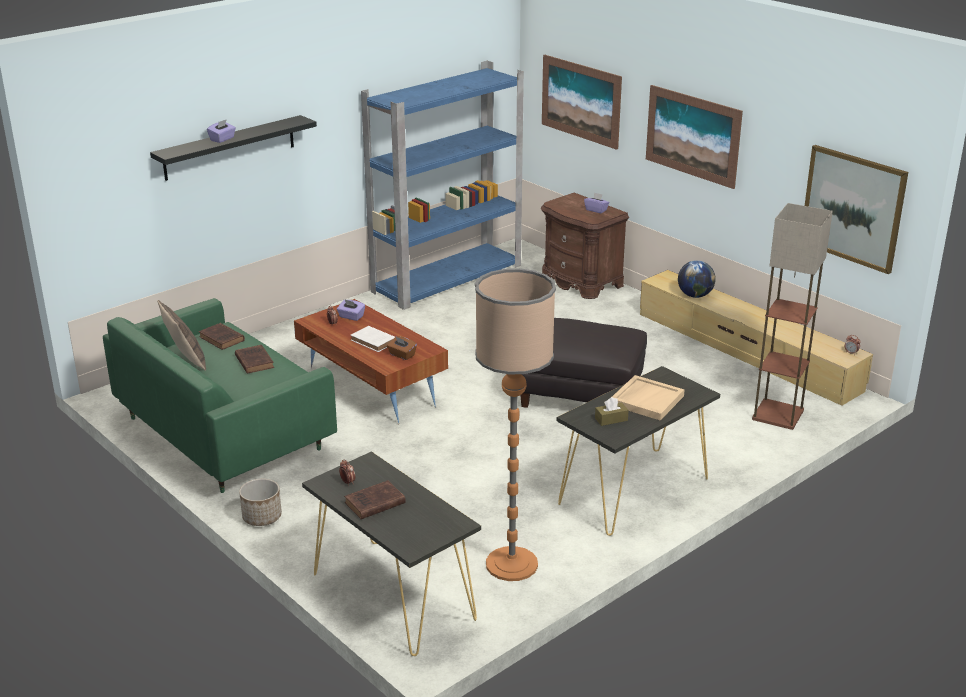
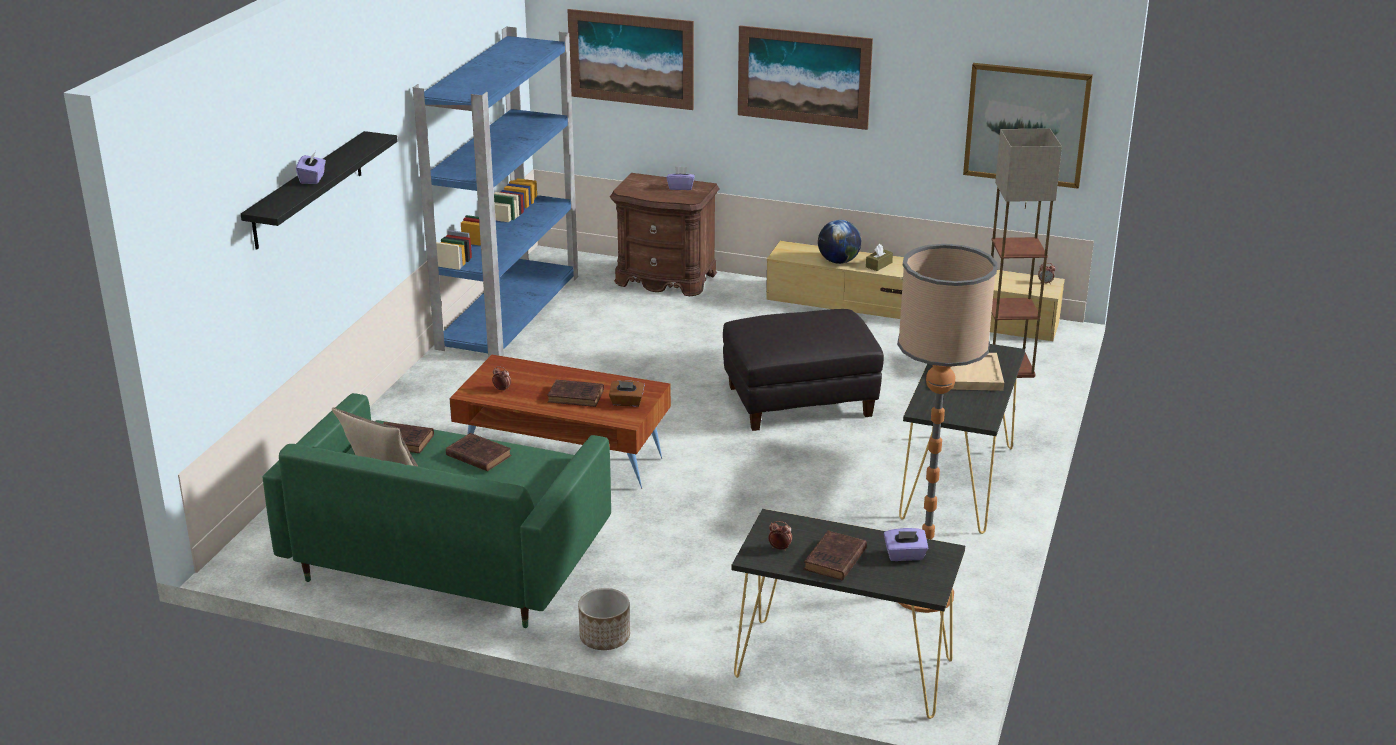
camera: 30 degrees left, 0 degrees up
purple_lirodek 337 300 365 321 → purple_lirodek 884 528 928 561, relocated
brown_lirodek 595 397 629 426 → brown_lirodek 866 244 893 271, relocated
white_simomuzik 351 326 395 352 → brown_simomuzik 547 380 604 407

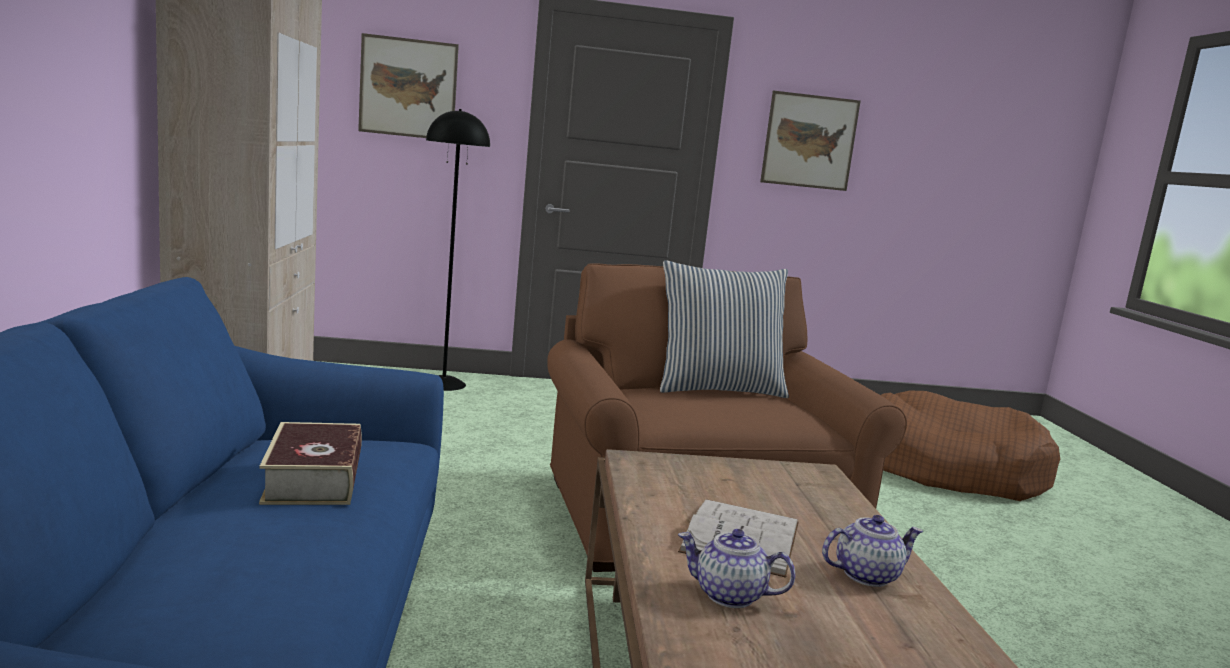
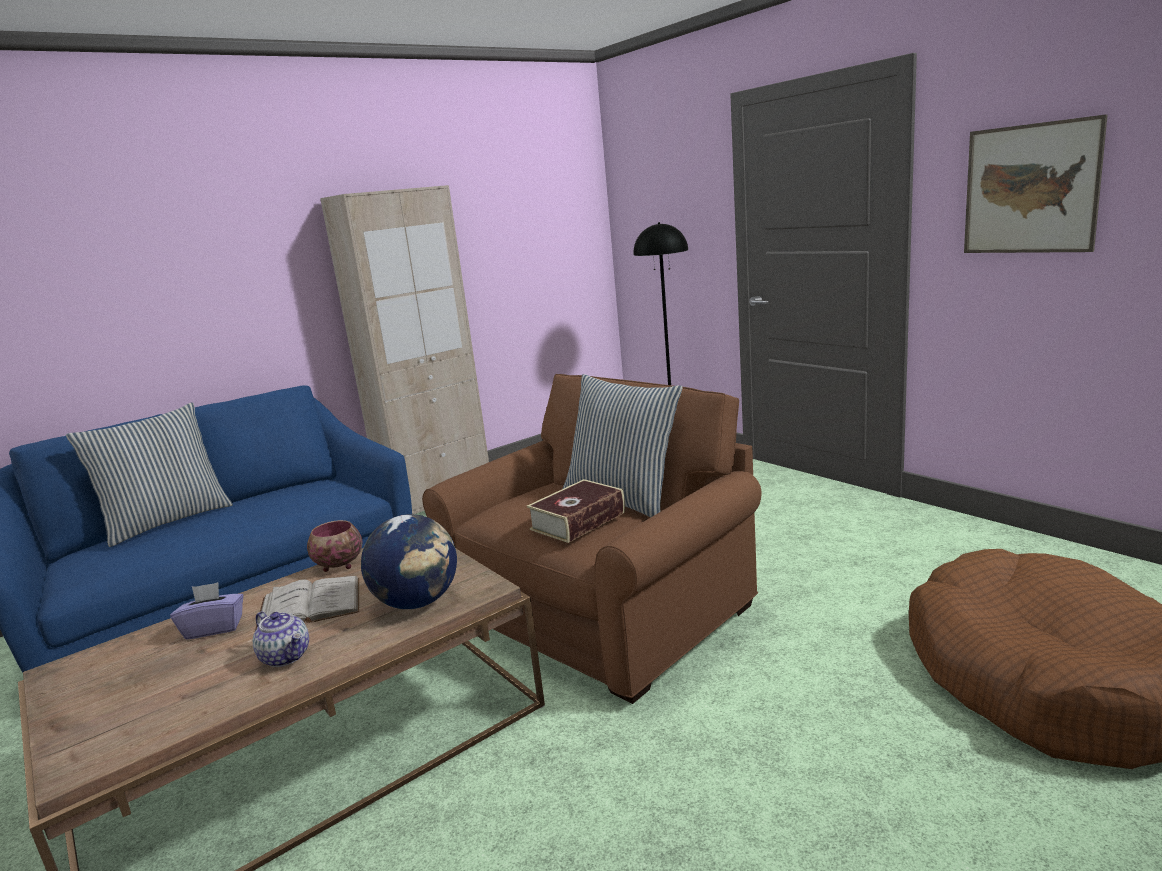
camera: 60 degrees right, 5 degrees up
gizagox 358 33 459 138 → -
- → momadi 66 402 233 547
- → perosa 307 520 363 572
- → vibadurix 361 514 457 609
simomuzik 259 422 362 505 → simomuzik 527 479 625 543, relocated
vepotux 678 529 795 608 → purple_lirodek 170 582 244 640

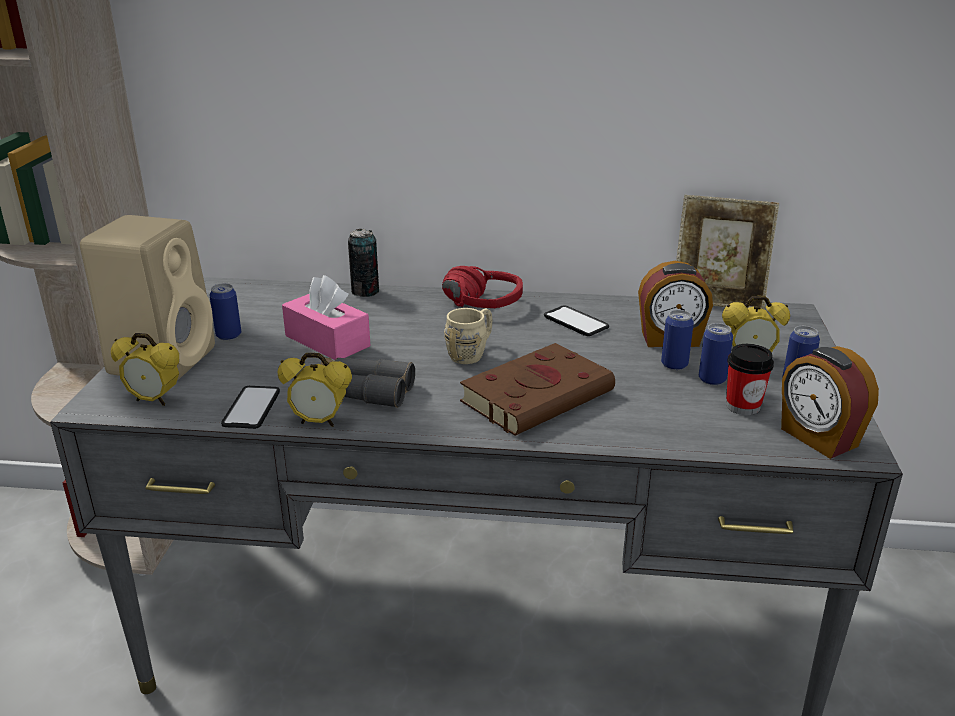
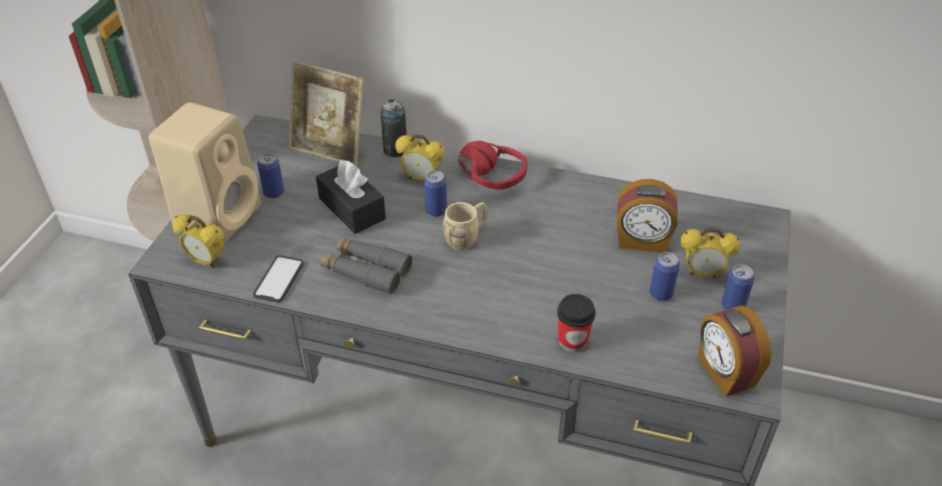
camera: 10 degrees right, 15 degrees up
brown_simomuzik 460 343 615 436 → -
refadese 544 306 609 336 → -
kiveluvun 278 353 352 427 → kiveluvun 395 134 445 181, relocated
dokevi 661 310 694 370 → dokevi 424 171 447 217, relocated
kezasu 676 195 779 309 → kezasu 289 61 364 166, relocated
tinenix 726 344 774 415 → tinenix 557 294 596 352, relocated
pink_lirodek 282 275 370 360 → black_lirodek 316 160 386 234

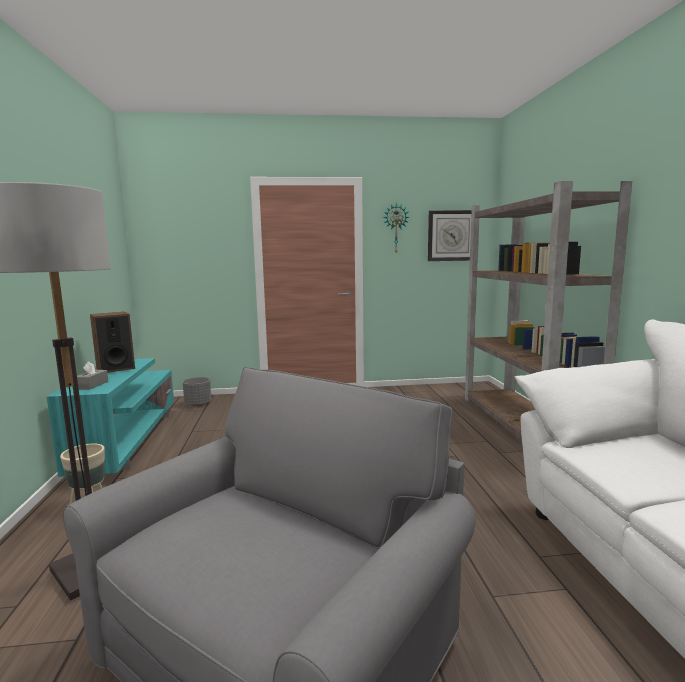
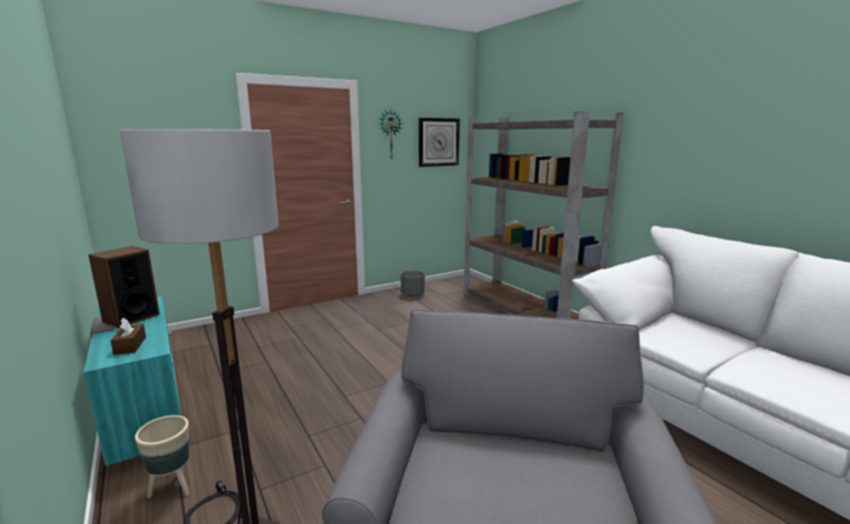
camera: 25 degrees left, 5 degrees up
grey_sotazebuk 183 377 212 406 → grey_sotazebuk 401 270 425 297, relocated
grey_lirodek 77 361 109 390 → brown_lirodek 110 317 146 355

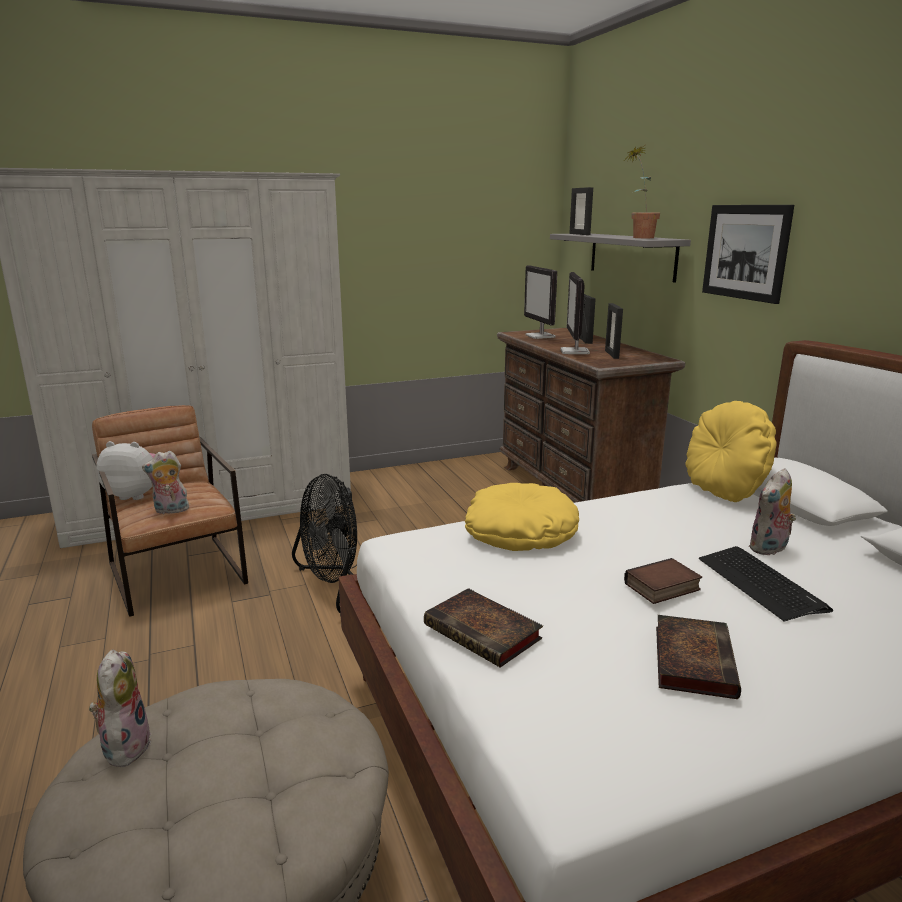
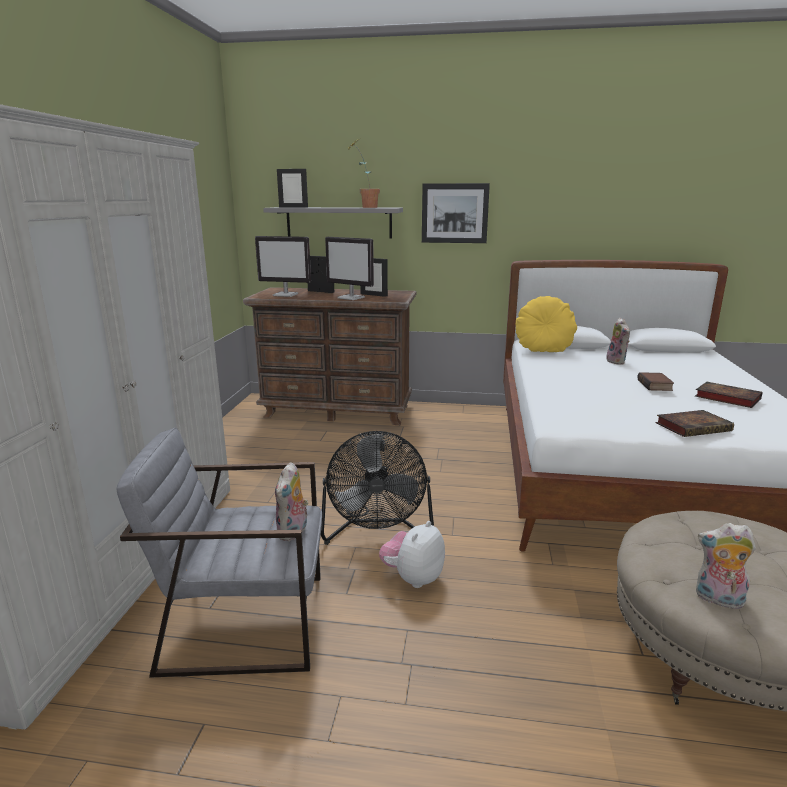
camera: 60 degrees left, 0 degrees up
yellow_momadi 465 483 579 551 → -
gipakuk 699 546 833 621 → -
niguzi 96 441 156 500 → niguzi 379 521 445 588, relocated
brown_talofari 92 405 248 617 → grey_talofari 116 428 322 678

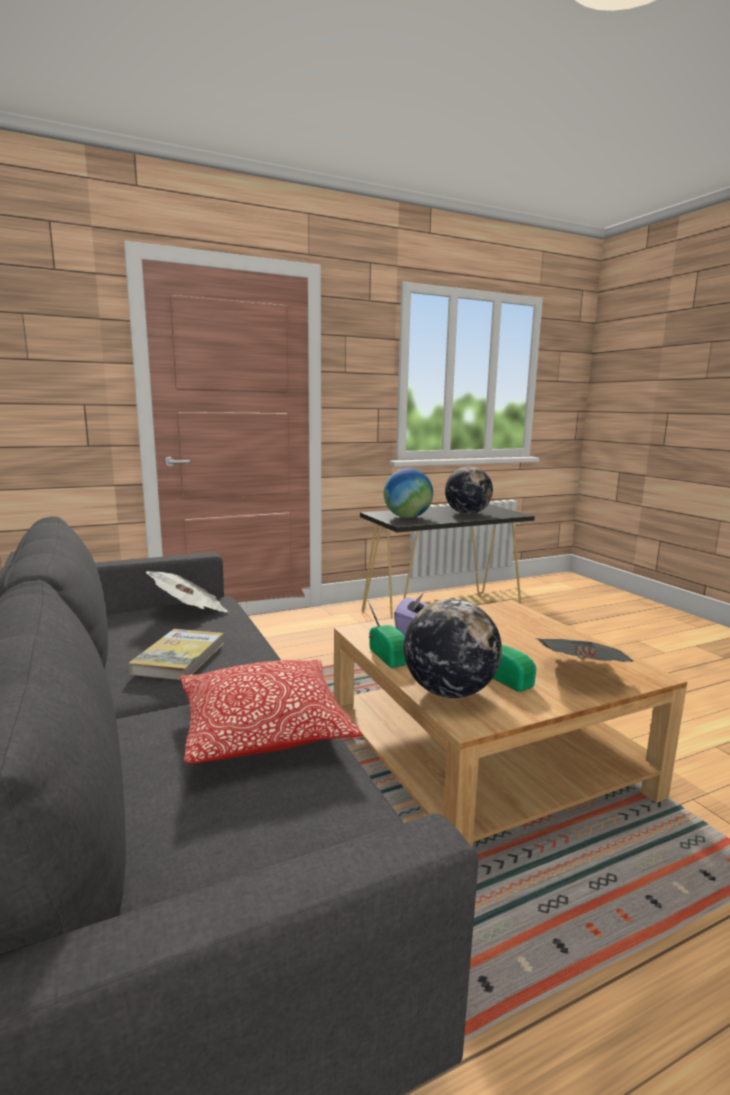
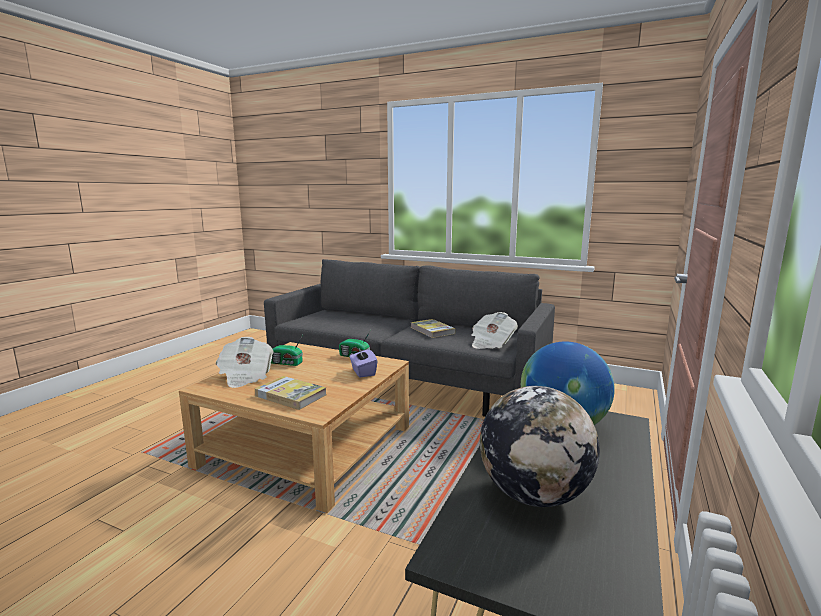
camera: 140 degrees right, 0 degrees up
momadi 180 659 363 764 → -
vibadurix 404 599 502 698 → -
- → simomuzik 255 376 326 410

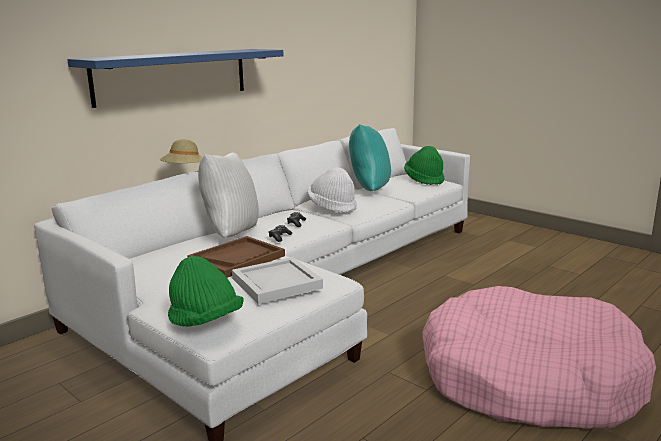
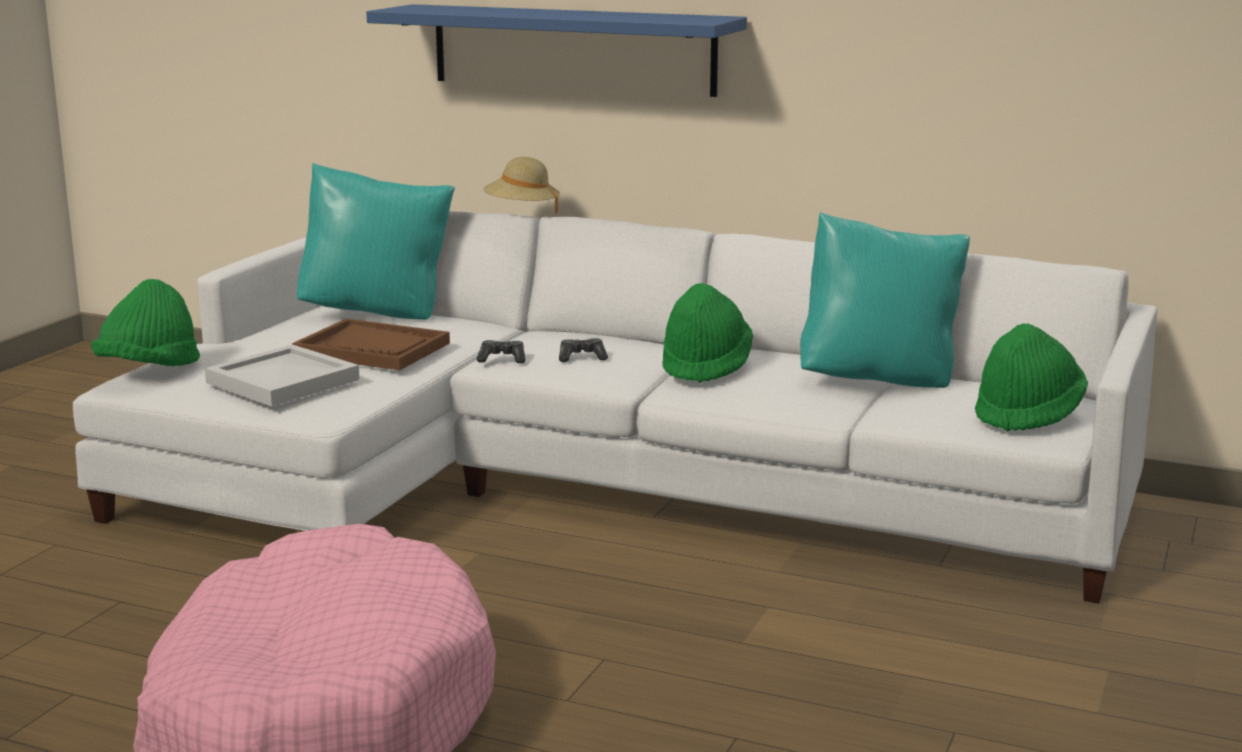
camera: 70 degrees right, 0 degrees up
white_momadi 198 153 259 238 → -
- → turquoise_momadi 297 163 455 320
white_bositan 307 167 357 212 → green_bositan 662 283 753 383

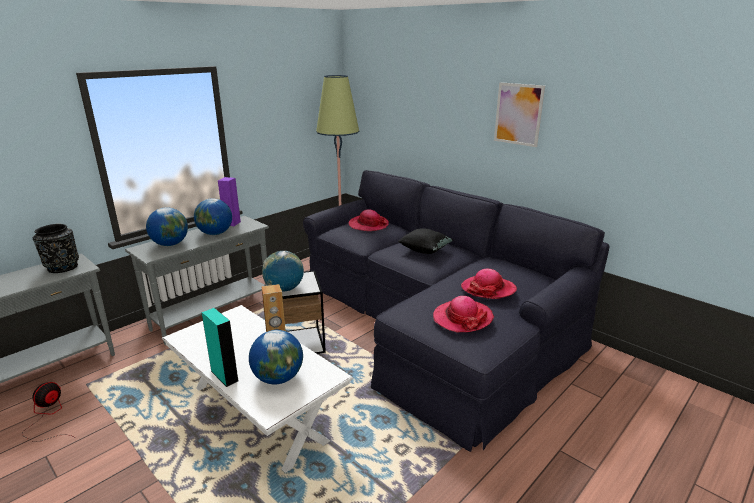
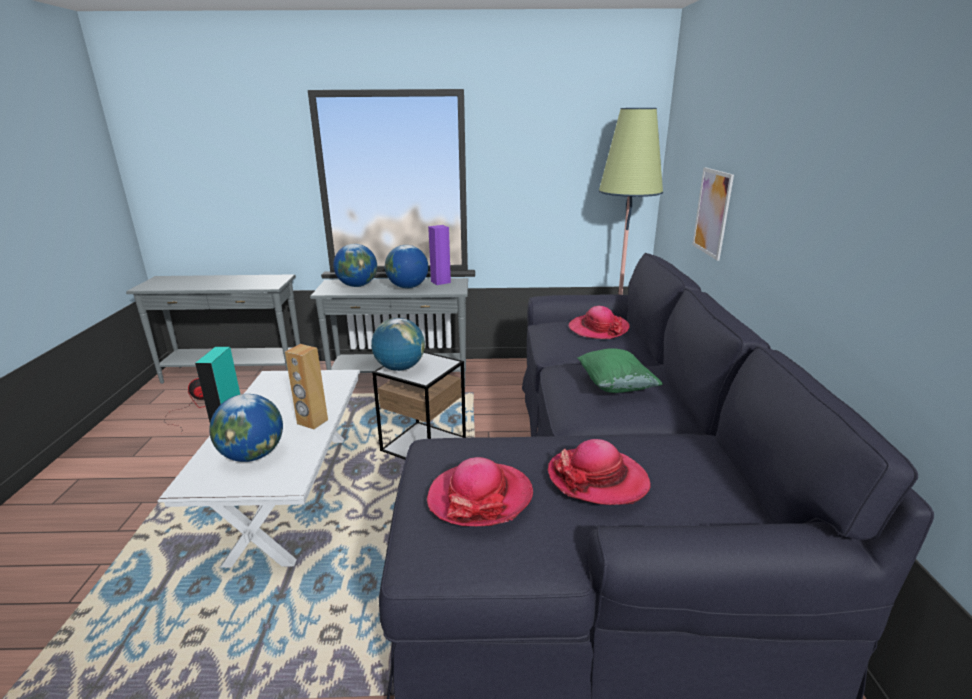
camera: 45 degrees right, 0 degrees up
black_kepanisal 33 224 79 273 → -
gizagox 494 82 545 147 → gizagox 692 167 734 261, relocated
black_momadi 398 228 453 254 → green_momadi 578 348 663 393

